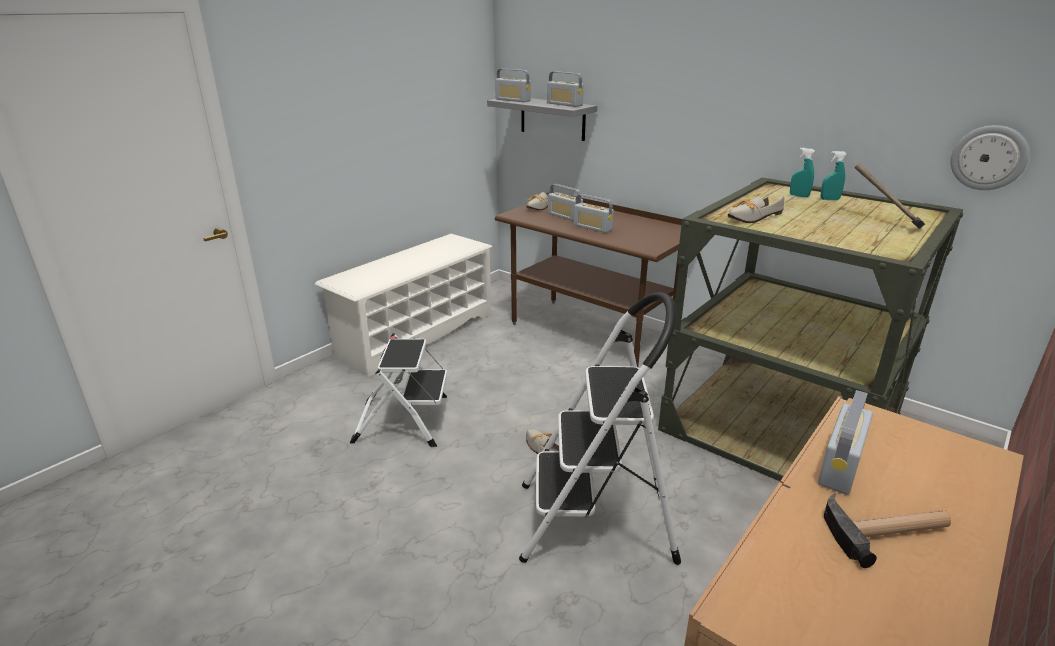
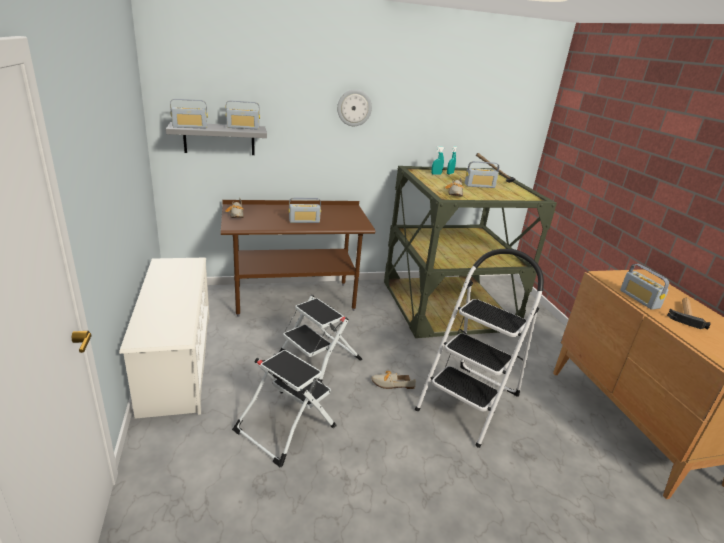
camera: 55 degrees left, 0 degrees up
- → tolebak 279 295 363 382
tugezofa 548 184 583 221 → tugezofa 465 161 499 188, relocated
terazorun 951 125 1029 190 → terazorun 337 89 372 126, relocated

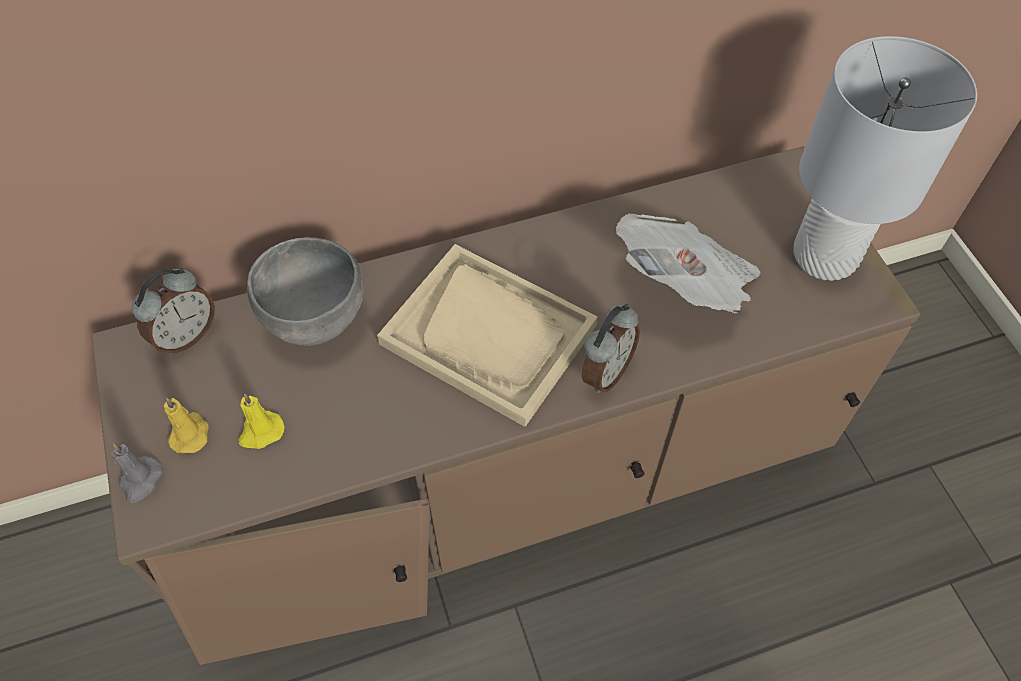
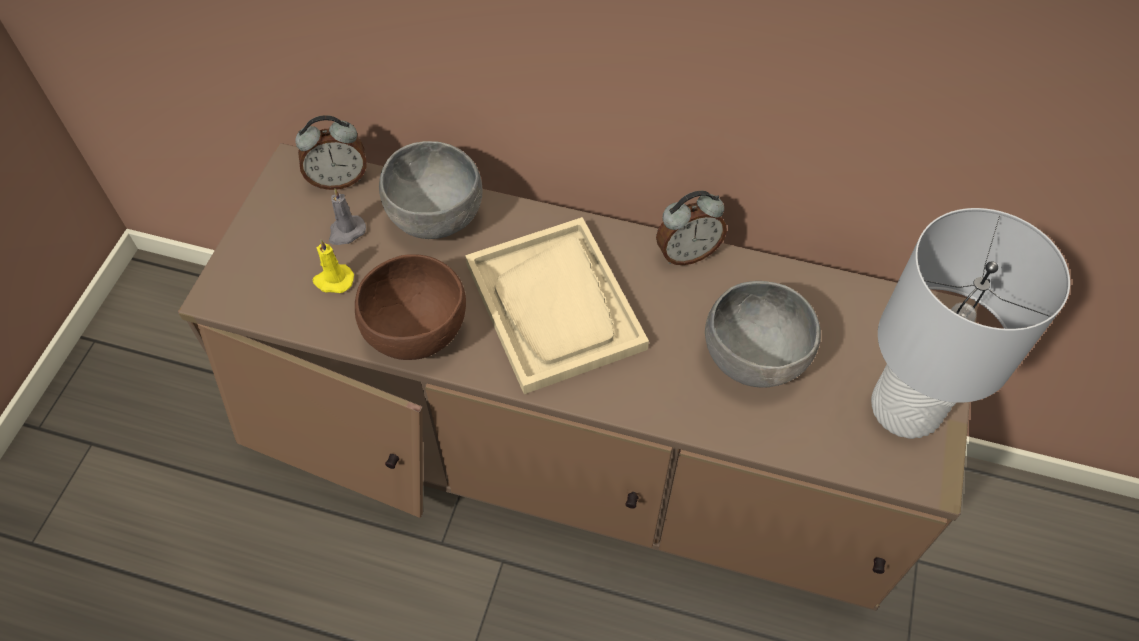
camera: 35 degrees right, 0 degrees up
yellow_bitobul 164 397 209 453 → -
- → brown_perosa 355 254 466 360
grey_bitobul 111 443 163 503 → grey_bitobul 329 189 366 245, relocated
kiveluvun 582 304 640 393 → kiveluvun 656 191 727 265, relocated
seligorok 616 213 760 313 → grey_perosa 705 281 821 387

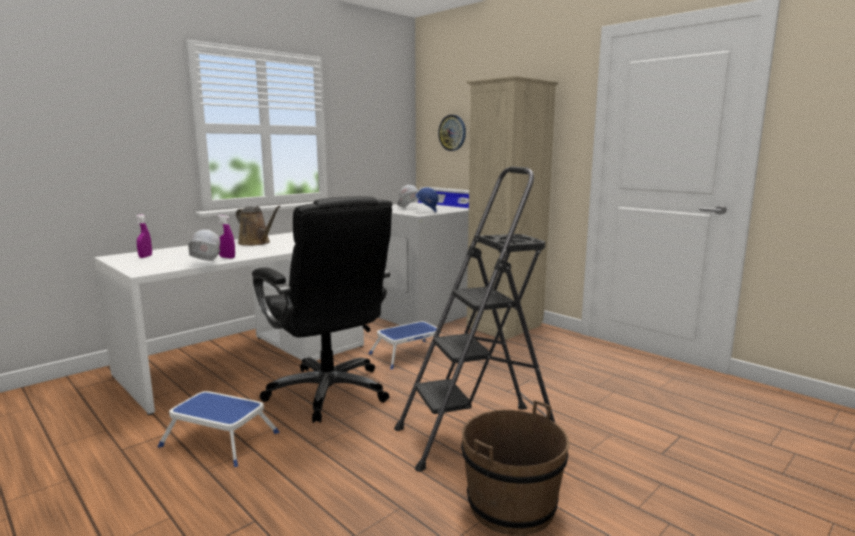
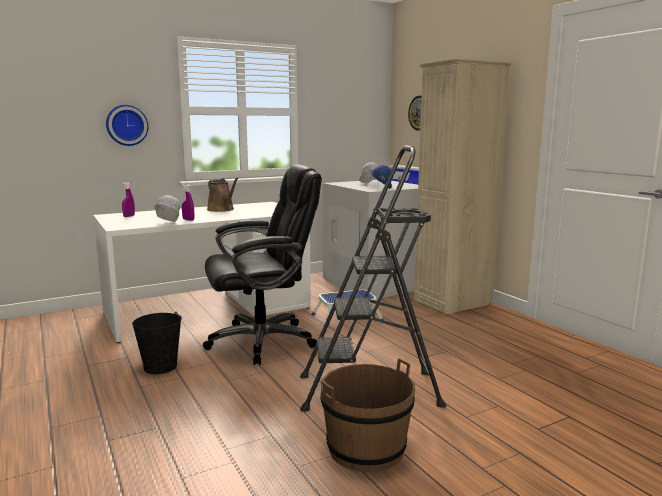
camera: 15 degrees right, 0 degrees up
- → terazorun 106 105 149 146
blue_tolebak 158 391 280 467 → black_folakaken 132 312 182 374
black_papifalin 252 196 392 423 → black_papifalin 203 164 322 365, 90 degrees counterclockwise

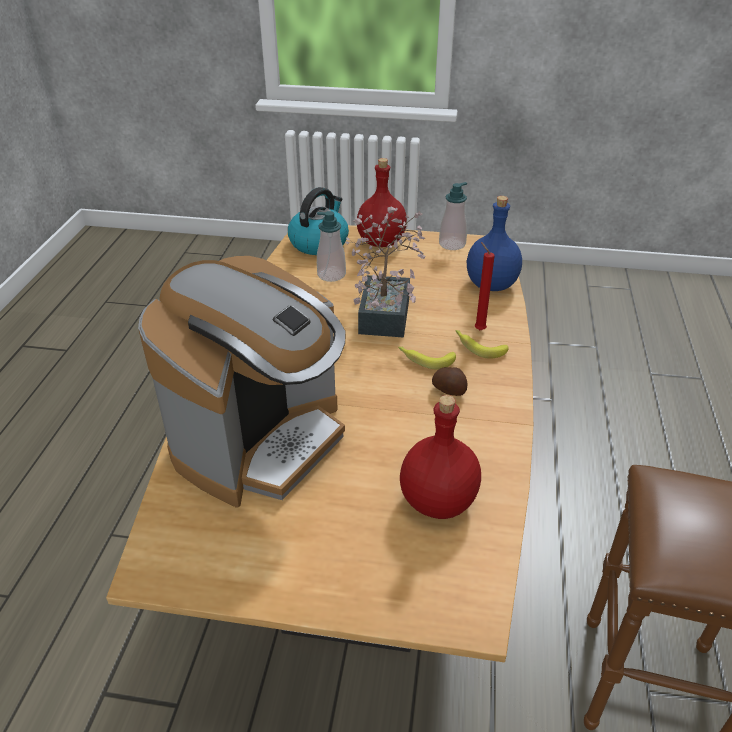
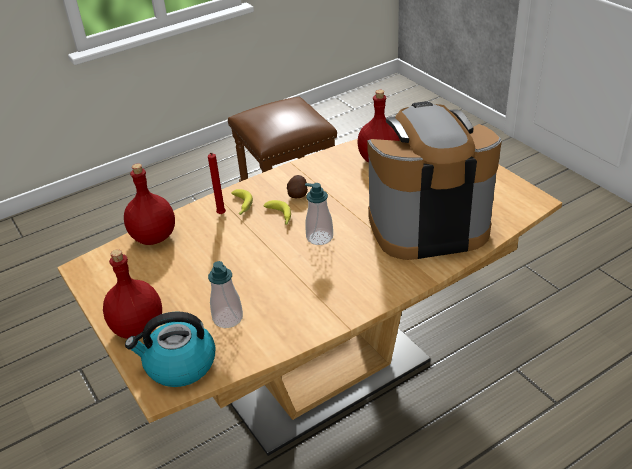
camera: 130 degrees left, 0 degrees up
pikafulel 345 207 426 338 → -
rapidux 439 182 467 250 → rapidux 305 183 333 245, relocated
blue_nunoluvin 467 196 522 291 → red_nunoluvin 124 164 175 245

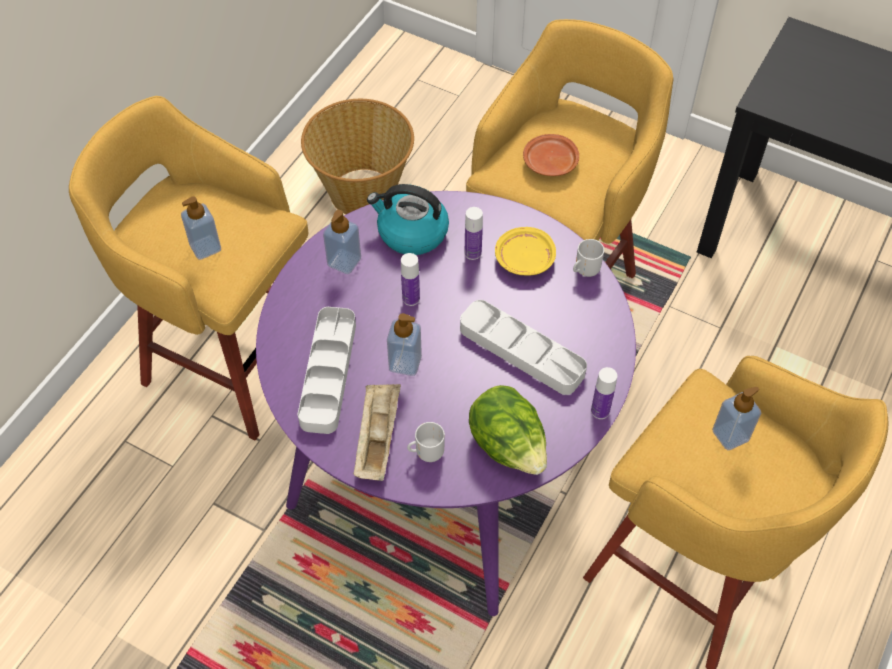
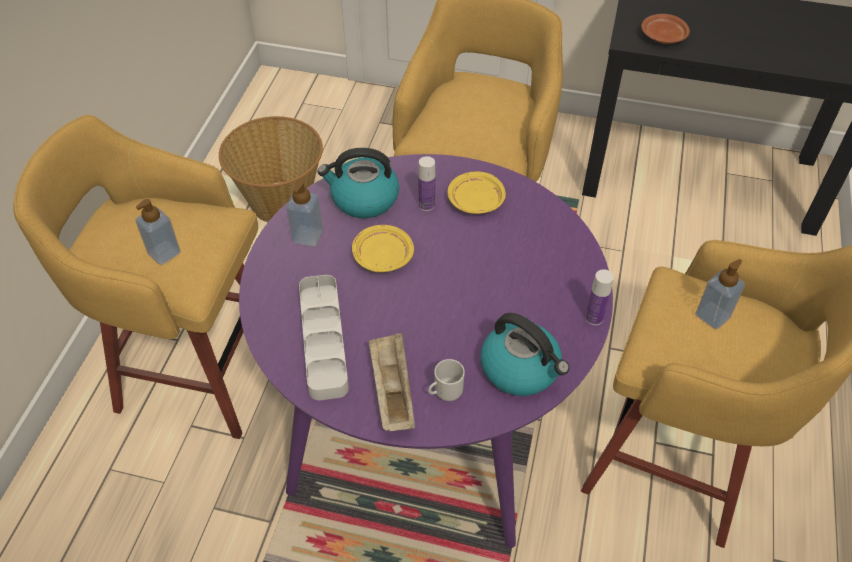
camera: 15 degrees left, 5 degrees down
rapidux 387 313 422 376 → -
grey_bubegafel 460 300 587 395 → -
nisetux 573 239 604 277 → -
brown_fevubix 523 134 579 176 → brown_fevubix 641 14 690 44, relocated
nunoluvin 401 253 420 306 → yellow_fevubix 352 225 414 272
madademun 469 385 547 475 → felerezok 481 313 570 396

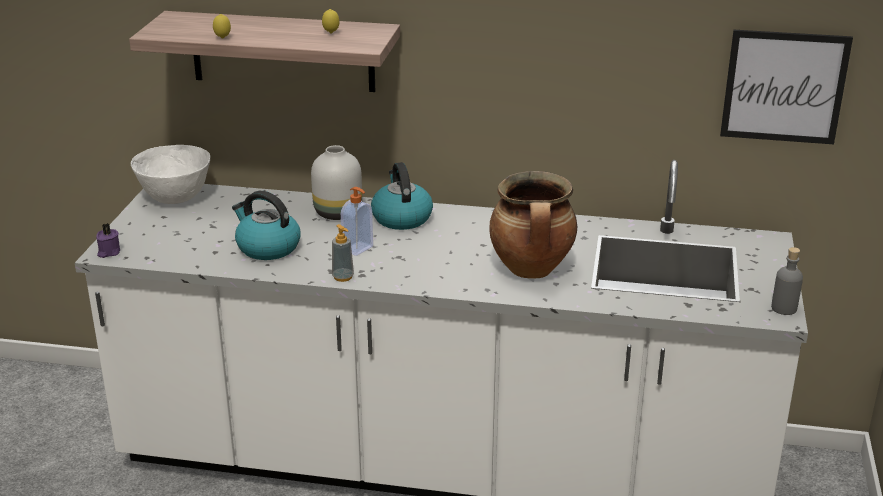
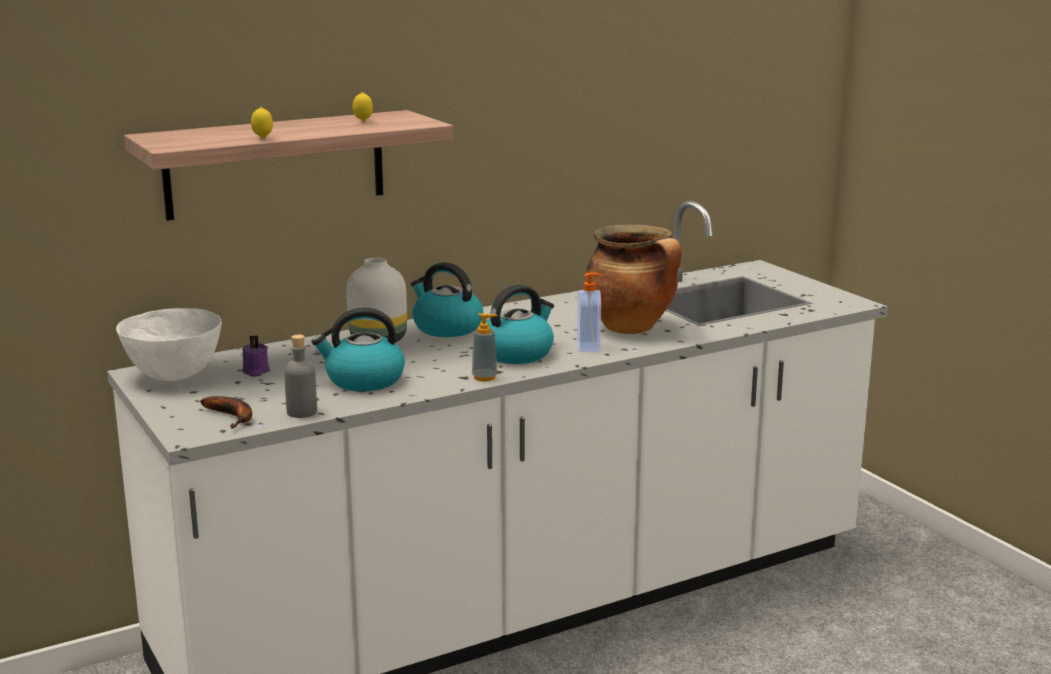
camera: 40 degrees left, 10 degrees down
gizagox 720 30 853 144 → -
- → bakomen 201 396 252 429
- → felerezok 486 284 554 364
purple_bitobul 96 223 120 258 → purple_bitobul 242 335 270 377, relocated
rapidux 341 187 373 256 → rapidux 577 273 603 352, relocated
grey_nunoluvin 771 247 803 315 → grey_nunoluvin 284 334 317 418, relocated

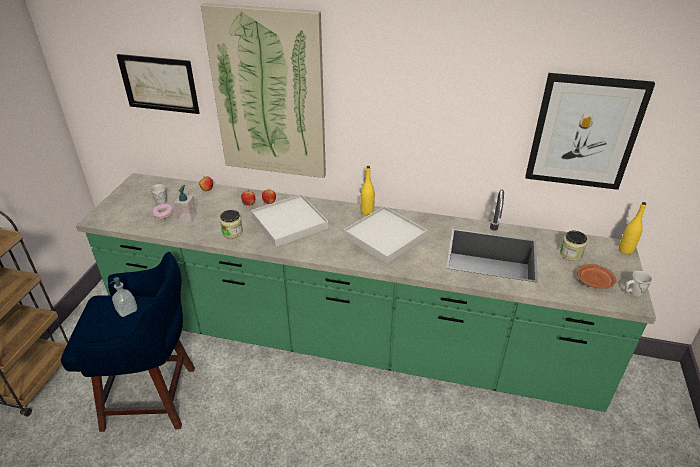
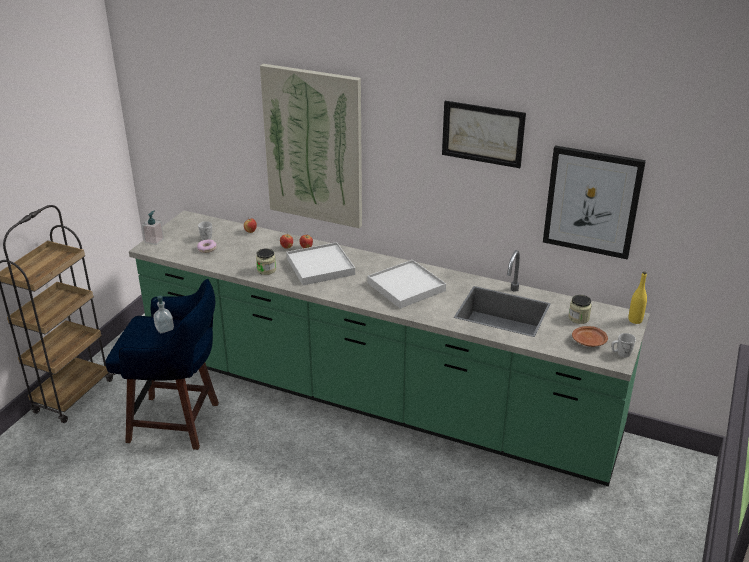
camera: 10 degrees right, 5 degrees down
yellow_nunoluvin 361 166 375 215 → -
gizagox 117 54 199 114 → gizagox 442 101 526 168, relocated
rapidux 173 185 197 222 → rapidux 142 211 164 245, relocated

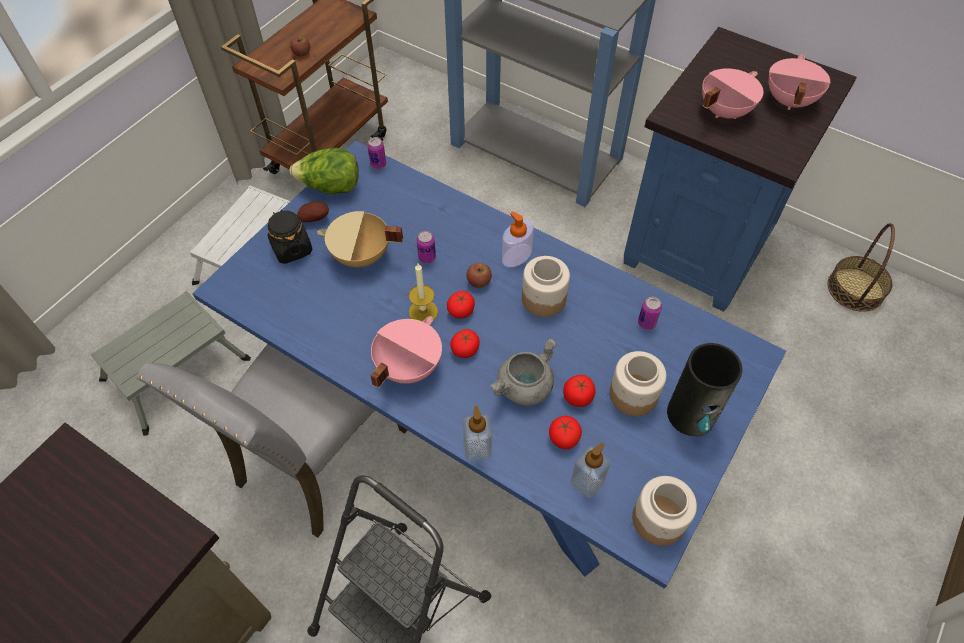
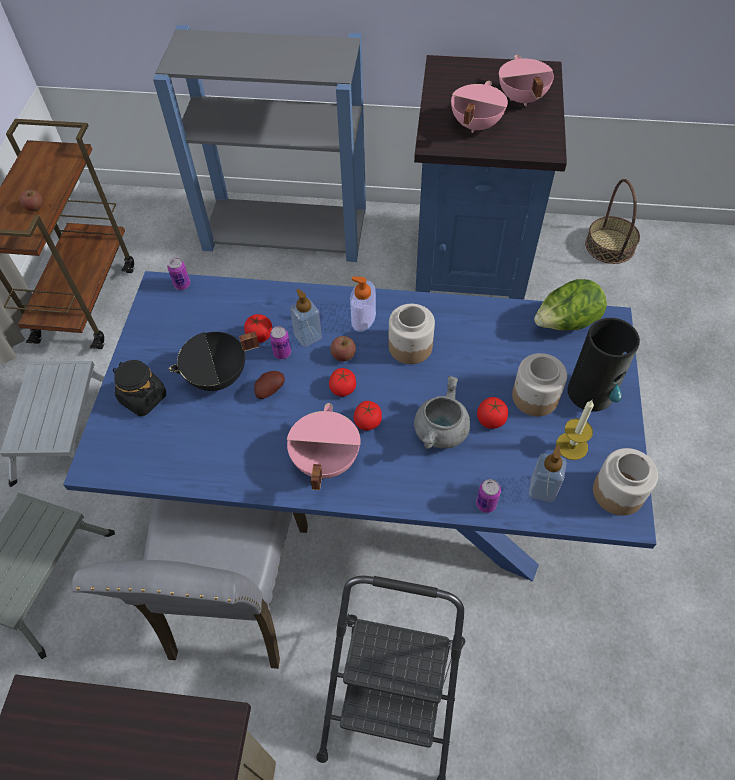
camera: 25 degrees left, 0 degrees up
madademun 289 148 359 194 → madademun 534 279 607 330, relocated
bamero 297 201 329 222 → bamero 254 371 285 399, relocated
bitobul 409 263 438 322 → bitobul 556 400 594 460, relocated
rapidux 463 406 492 461 → rapidux 290 289 322 347, relocated
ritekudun 549 416 582 449 → ritekudun 244 314 272 343, relocated
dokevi 638 297 662 330 → dokevi 476 479 501 513, relocated
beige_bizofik 317 211 403 268 → black_bizofik 169 332 259 391

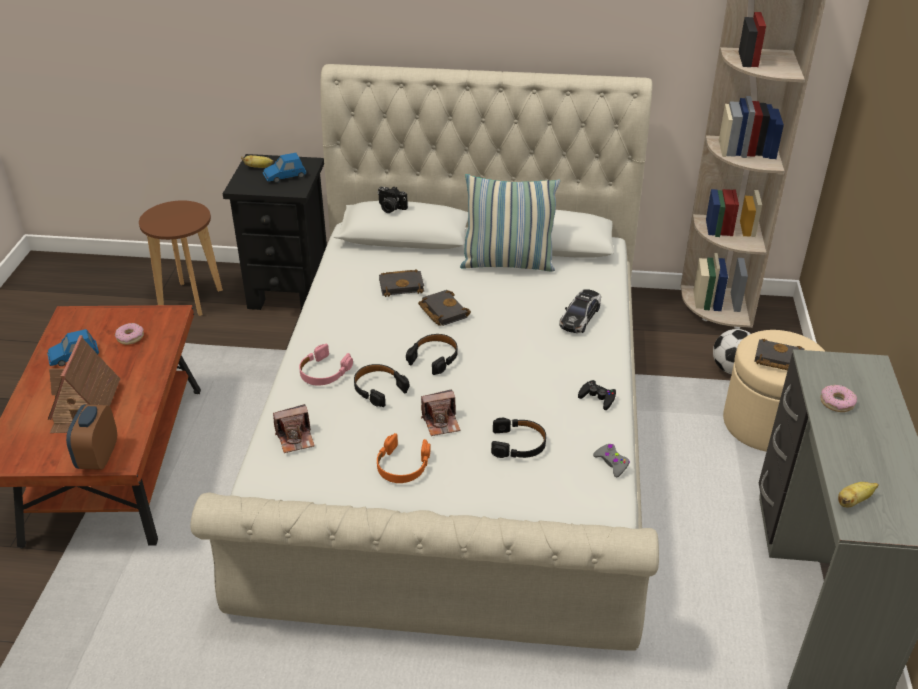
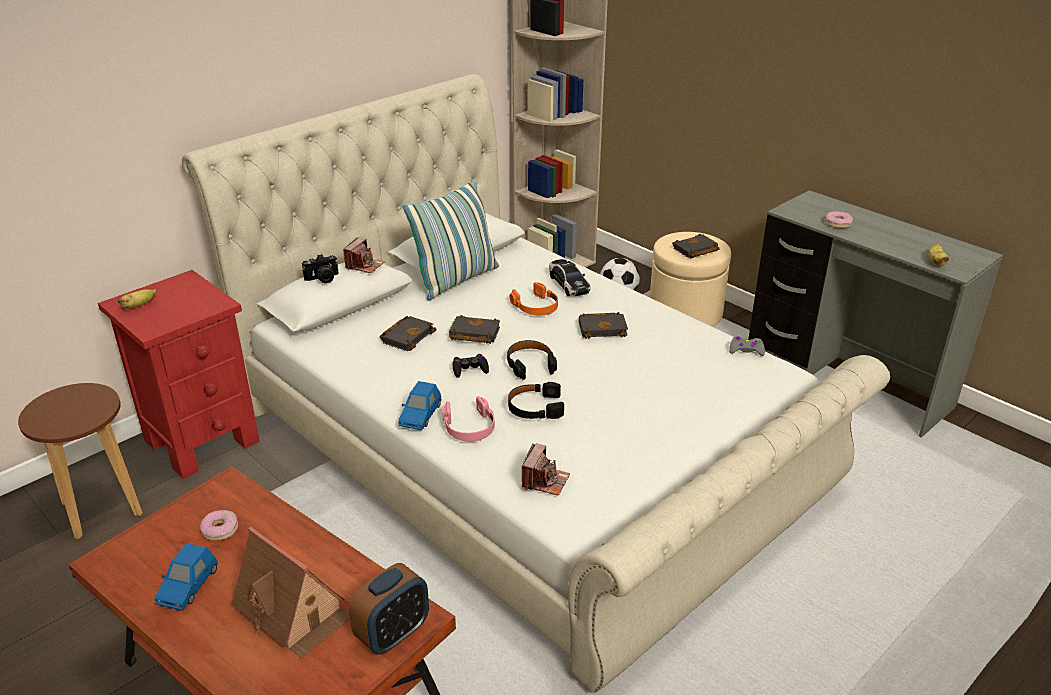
camera: 50 degrees left, 5 degrees down
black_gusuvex 491 418 546 458 → -
- → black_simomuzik 579 312 628 339
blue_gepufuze 263 153 306 183 → blue_gepufuze 398 381 442 430, relocated
orange_gusuvex 377 433 431 483 → orange_gusuvex 510 282 558 315, relocated
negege 421 389 460 436 → negege 343 237 385 273, relocated
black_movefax 578 380 616 410 → black_movefax 452 354 489 378, relocated
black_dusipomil 223 154 327 311 → red_dusipomil 98 270 260 479
kiveluvun 66 404 117 470 → kiveluvun 349 563 429 655, 90 degrees counterclockwise

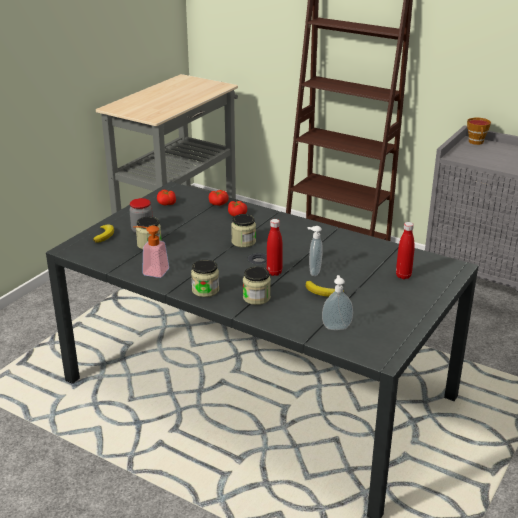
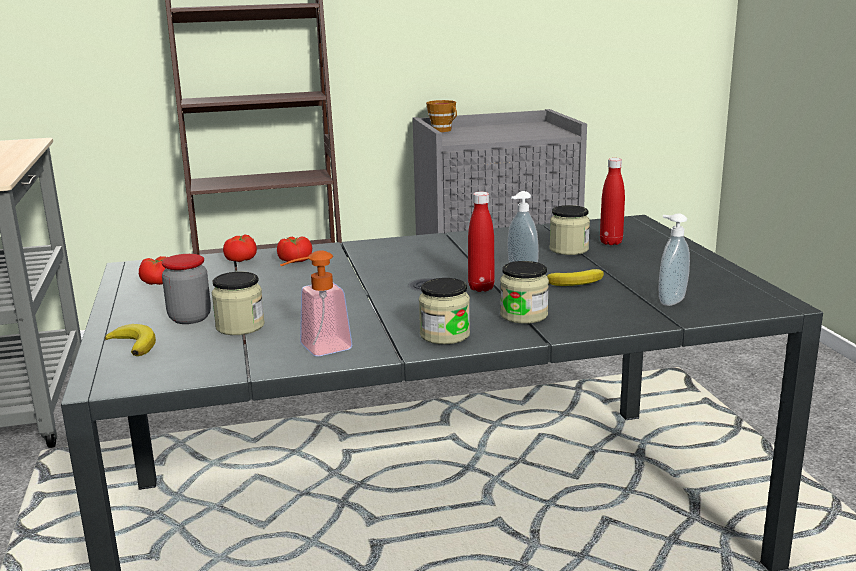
camera: 45 degrees left, 10 degrees down
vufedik 231 214 256 248 → vufedik 550 205 590 255, relocated

